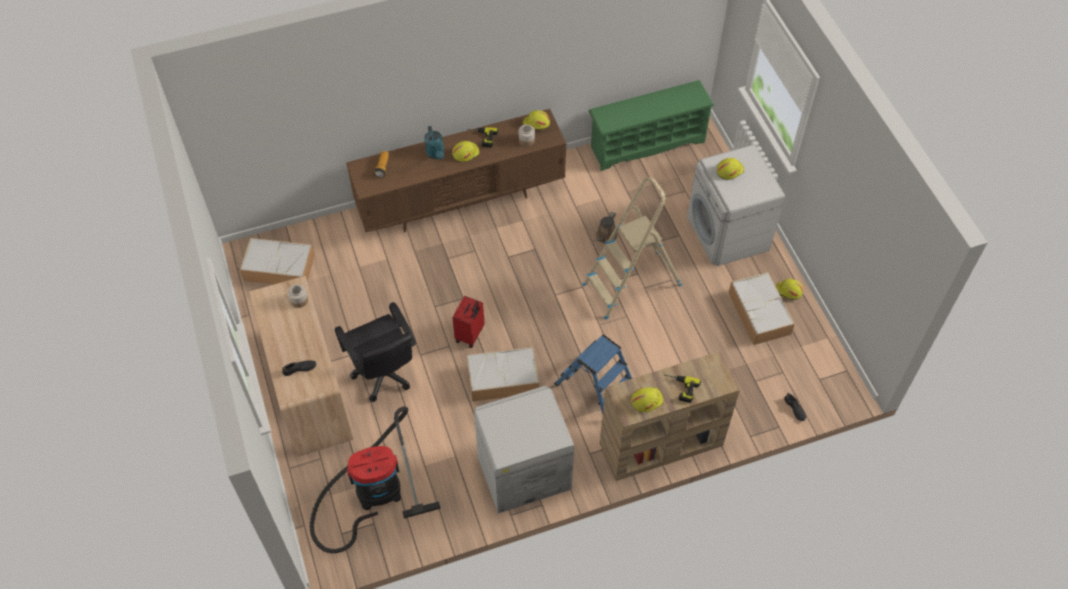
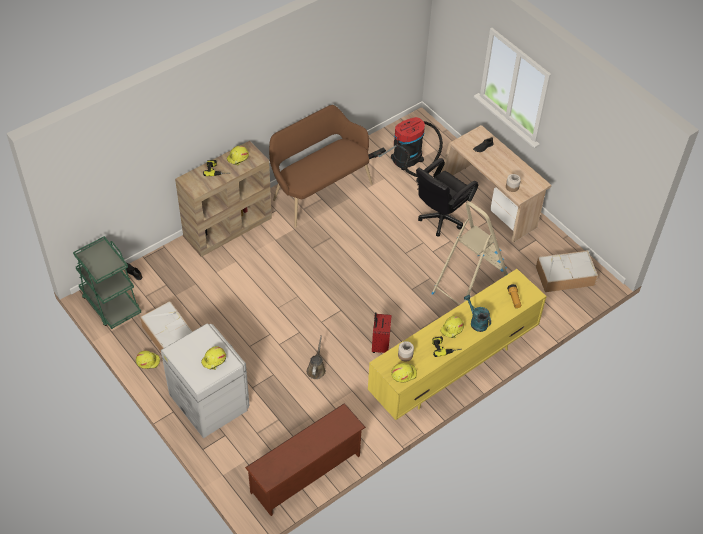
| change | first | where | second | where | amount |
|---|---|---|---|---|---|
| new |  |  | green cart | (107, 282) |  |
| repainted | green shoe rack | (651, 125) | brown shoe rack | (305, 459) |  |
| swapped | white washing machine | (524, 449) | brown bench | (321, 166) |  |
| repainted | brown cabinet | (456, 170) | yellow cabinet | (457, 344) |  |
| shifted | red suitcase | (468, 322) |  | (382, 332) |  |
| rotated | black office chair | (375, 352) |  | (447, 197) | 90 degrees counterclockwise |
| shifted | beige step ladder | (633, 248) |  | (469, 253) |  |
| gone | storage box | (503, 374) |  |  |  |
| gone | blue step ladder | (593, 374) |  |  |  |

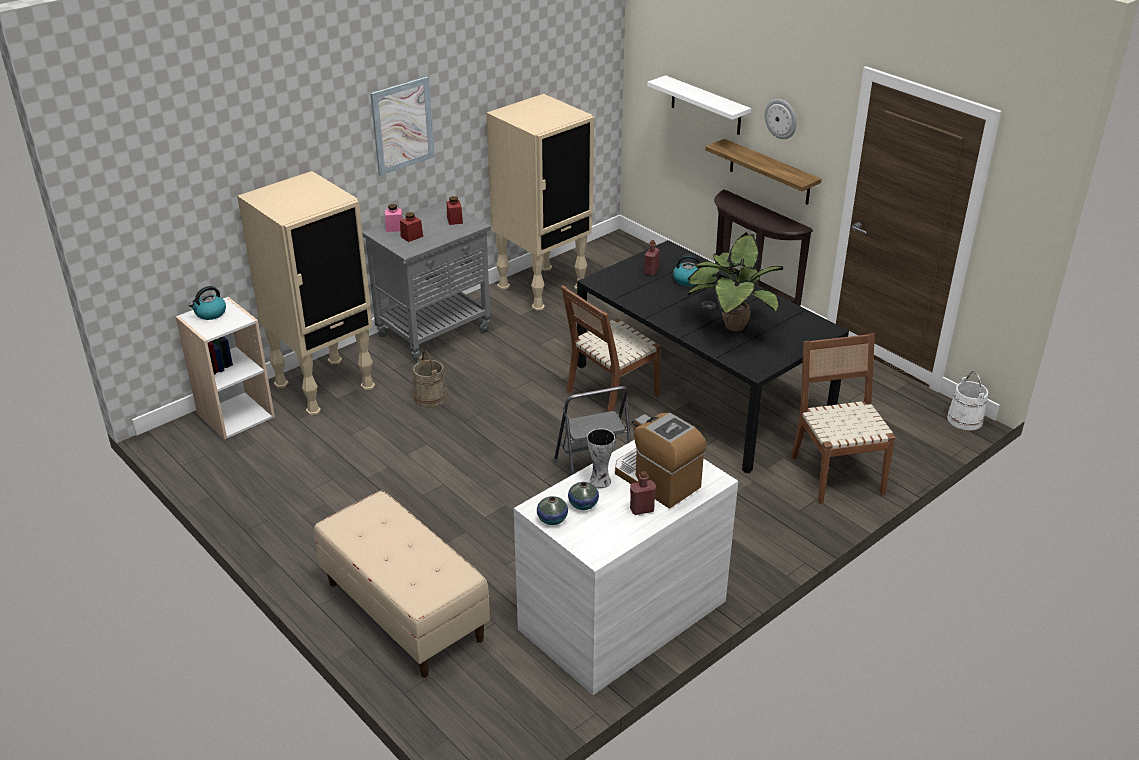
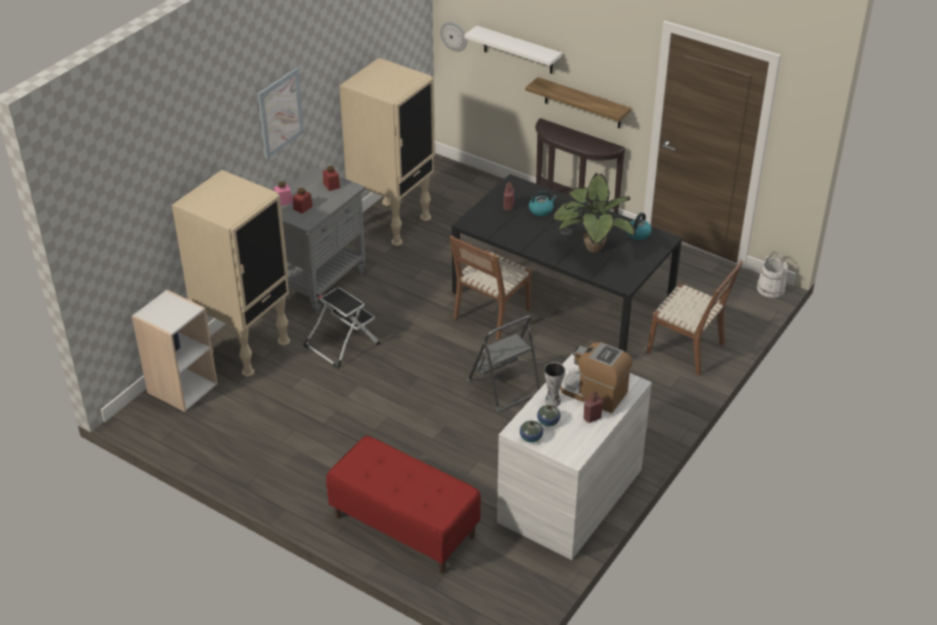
| change | first | where | second | where | amount |
|---|---|---|---|---|---|
| swapped | beige bucket | (430, 379) | step ladder | (342, 328) |  |
| repainted | beige bench | (402, 584) | red bench | (403, 504) |  |
| shifted | wall clock | (781, 119) |  | (453, 36) |  |
| shifted | kettle | (207, 303) |  | (639, 226) |  |
| rotated | chair | (843, 418) |  | (695, 318) | 150 degrees clockwise |

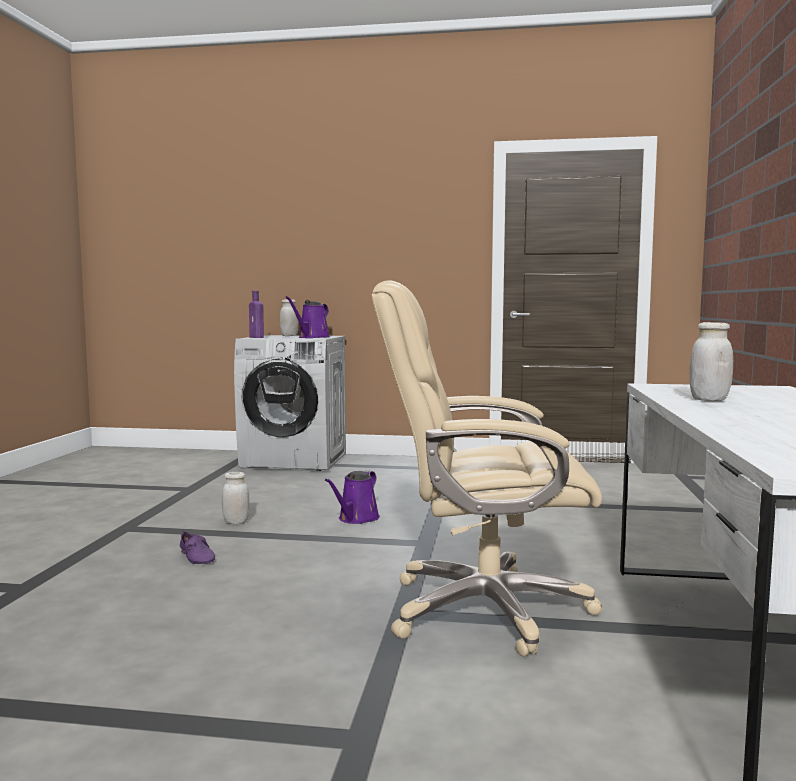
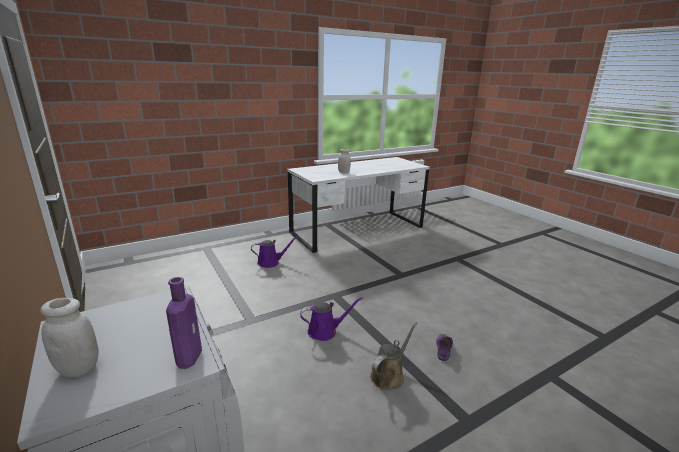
| change | first | where | second | where | amount |
|---|---|---|---|---|---|
| shifted | purple watering can | (308, 317) |  | (274, 252) |  |
| swapped | white jar | (236, 498) | brown watering can | (393, 356) |  |
| gone | beige office chair | (487, 469) |  |  |  |

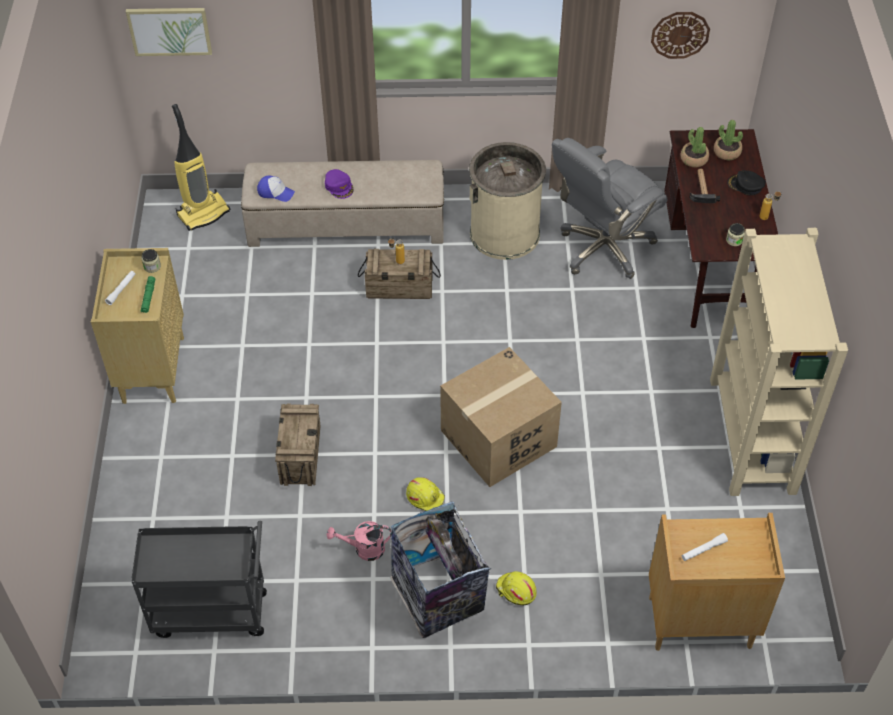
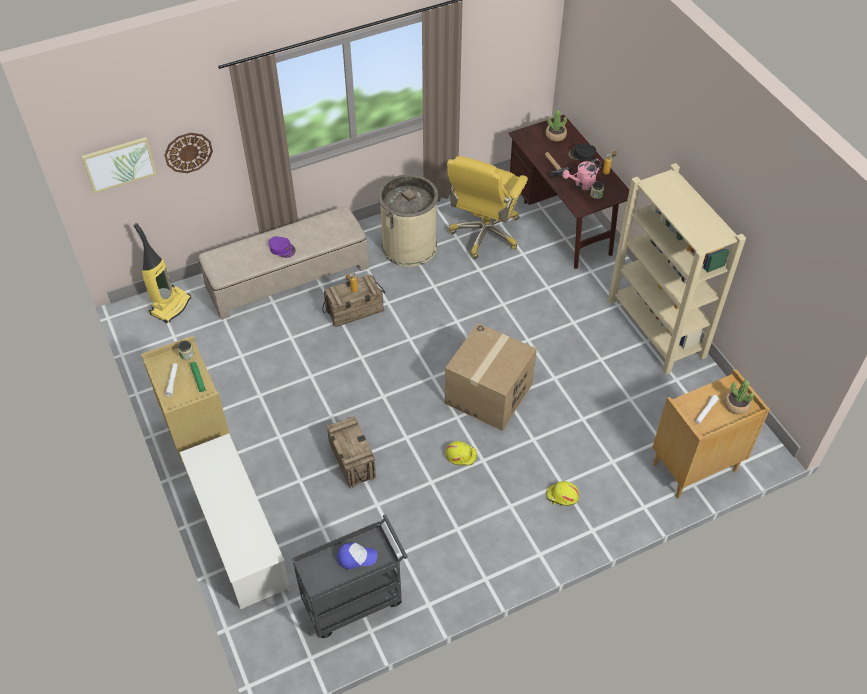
| change | first | where | second | where | amount |
|---|---|---|---|---|---|
| shifted | wall clock | (680, 35) |  | (188, 153) |  |
| new |  |  | white shoe rack | (235, 521) |  |
| shifted | cap | (276, 188) |  | (357, 556) |  |
| repainted | grey office chair | (609, 208) | yellow office chair | (487, 207) |  |
| shifted | pink watering can | (359, 541) |  | (581, 174) |  |
| shifted | potted plant | (694, 147) |  | (739, 397) |  |
| gone | trash can | (440, 569) |  |  |  |

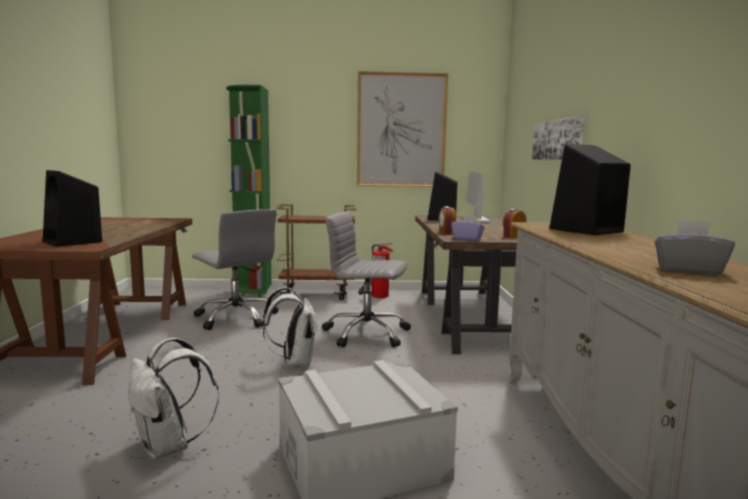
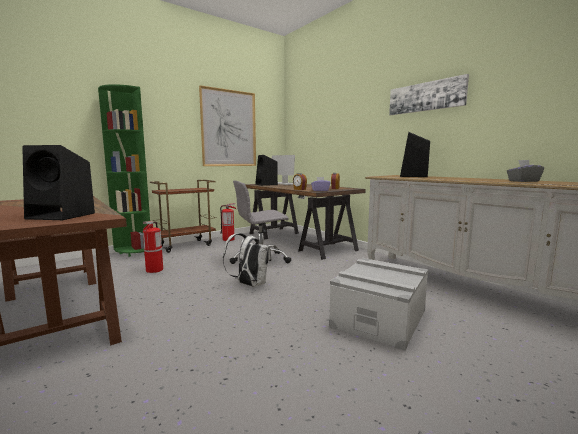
| change | first | where | second | where | amount |
|---|---|---|---|---|---|
| swapped | grey office chair | (235, 269) | fire extinguisher | (153, 247) |  |
| shifted | picture | (558, 137) |  | (429, 94) |  |
| gone | white backpack | (173, 399) |  |  |  |

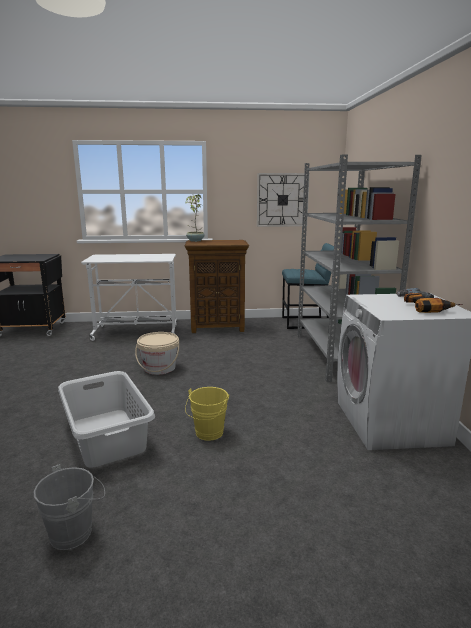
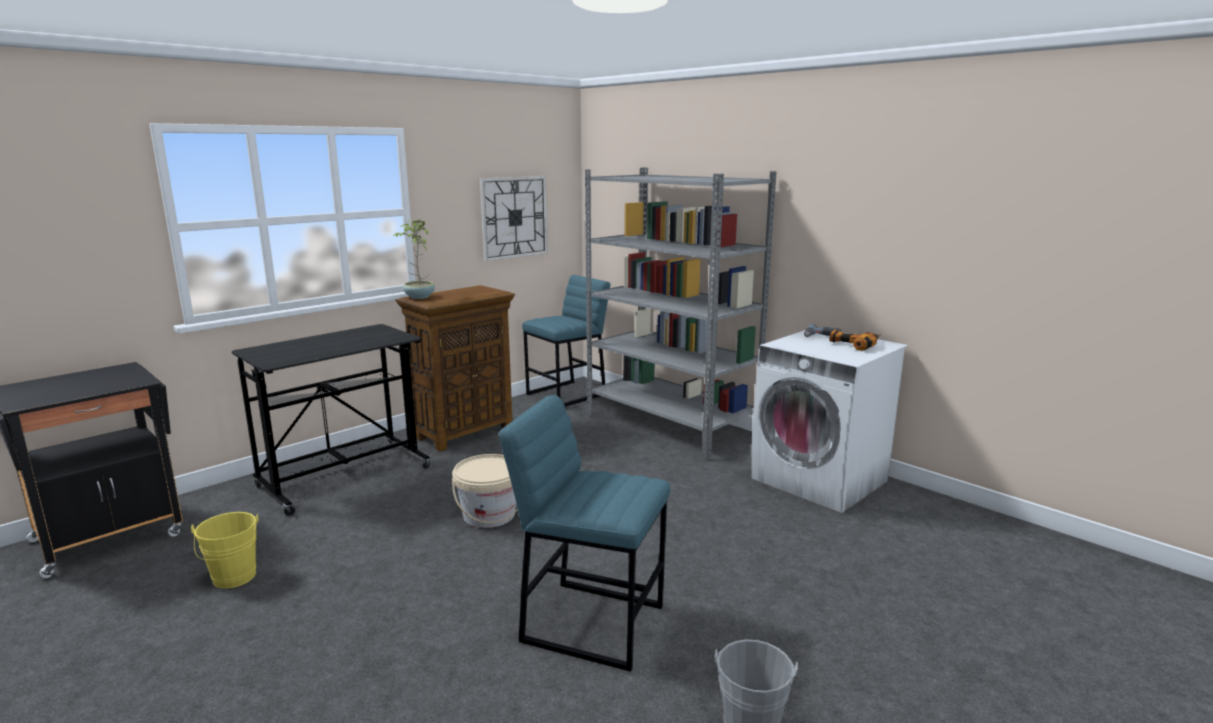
| change | first | where | second | where | amount |
|---|---|---|---|---|---|
| shifted | yellow bucket | (207, 414) |  | (225, 550) |  |
| repainted | white desk | (129, 297) | black desk | (331, 420) |  |
| swapped | grey laundry basket | (106, 419) | blue stool | (584, 533) |  |

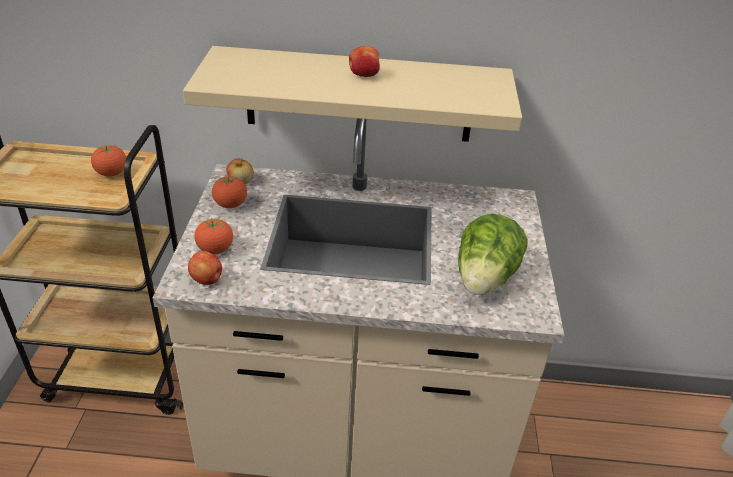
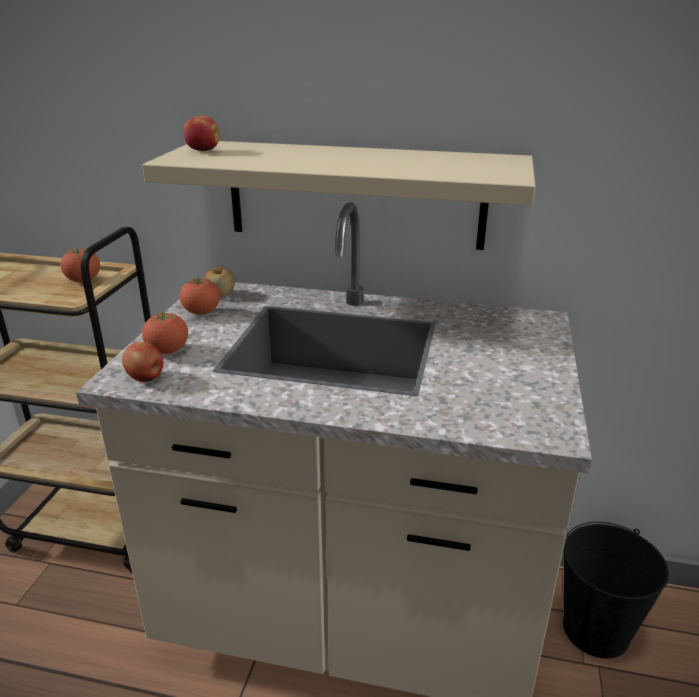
| change | first | where | second | where | amount |
|---|---|---|---|---|---|
| shifted | apple | (364, 61) |  | (201, 133) |  |
| new |  |  | black bucket | (616, 590) |  |
| gone | lettuce | (493, 254) |  |  |  |

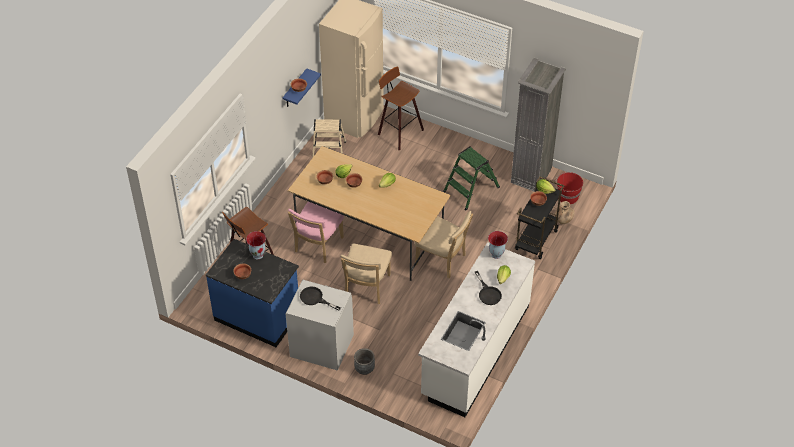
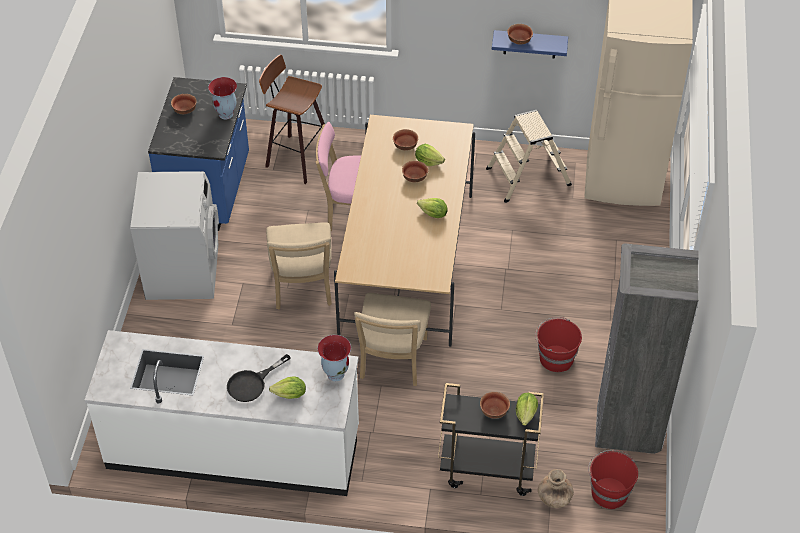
| change | first | where | second | where | amount |
|---|---|---|---|---|---|
| rotated | beige chair | (366, 274) |  | (299, 265) | 90 degrees counterclockwise |
| swapped | green step ladder | (471, 179) | red bucket | (558, 344) |  |
| gone | black frying pan | (320, 299) |  |  |  |
| gone | grey planter | (364, 361) |  |  |  |
| gone | stool | (401, 108) |  |  |  |

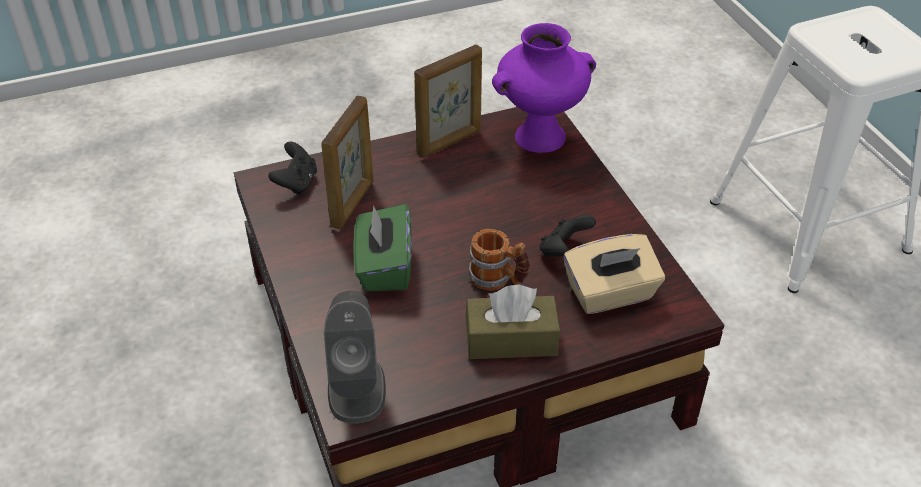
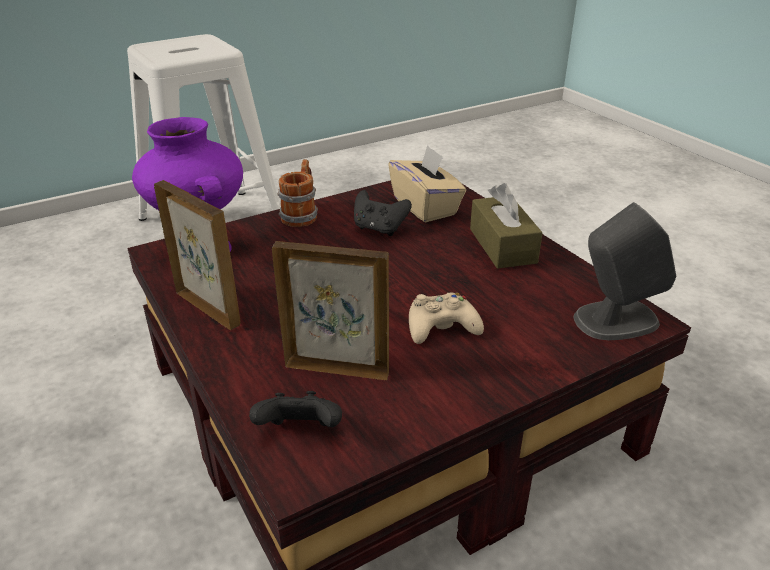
| change | first | where | second | where | amount |
|---|---|---|---|---|---|
| shifted | mug | (499, 260) |  | (297, 193) |  |
| swapped | green tissue box | (383, 247) | beige game controller | (446, 318) |  |

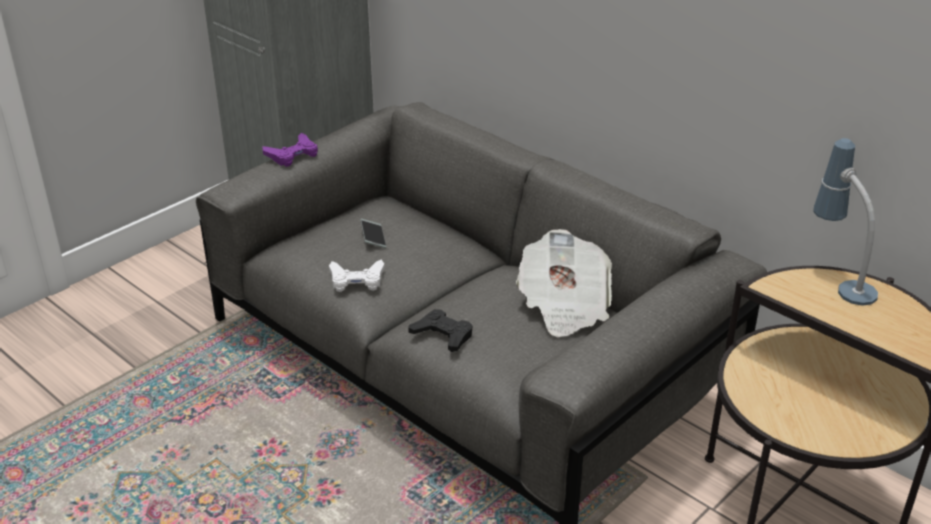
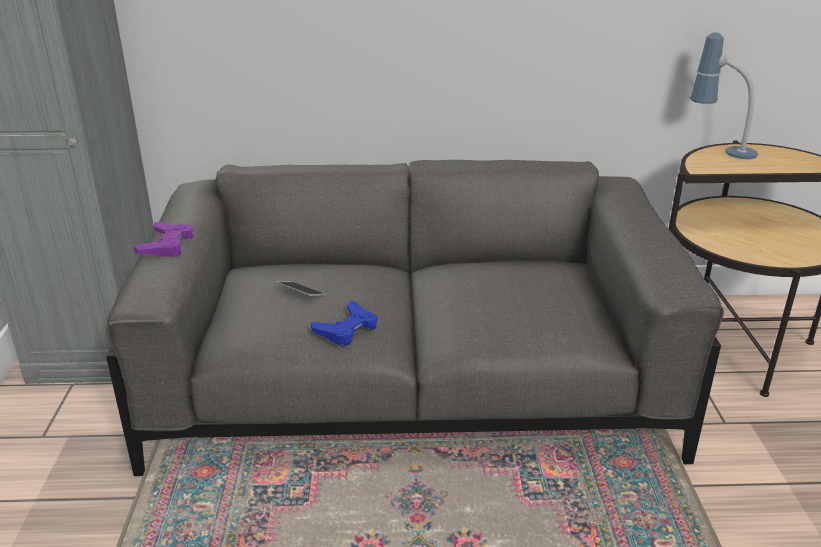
| change | first | where | second | where | amount |
|---|---|---|---|---|---|
| repainted | white game controller | (356, 276) | blue game controller | (344, 323) |  |
| gone | black game controller | (440, 330) |  |  |  |
| gone | newspaper | (564, 283) |  |  |  |

